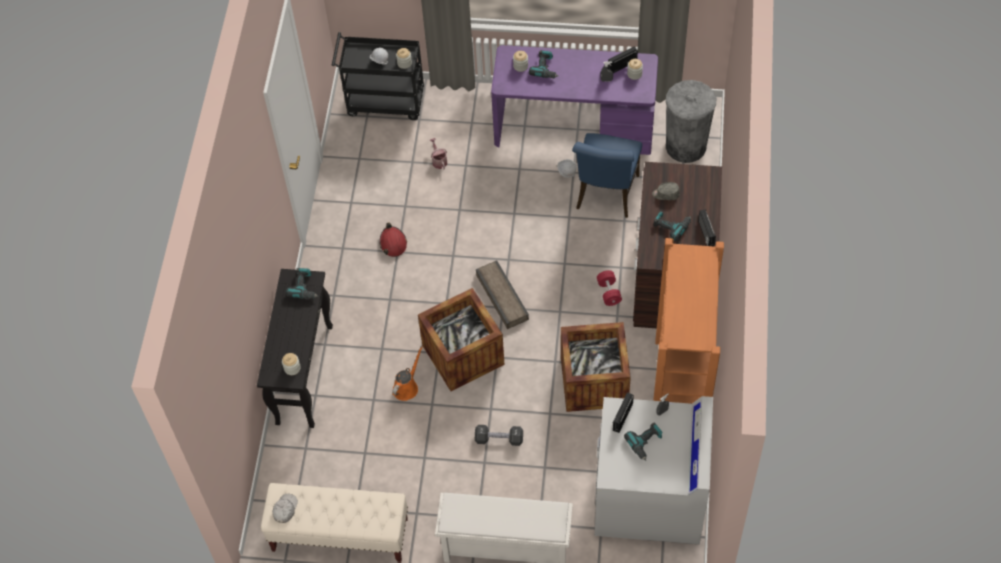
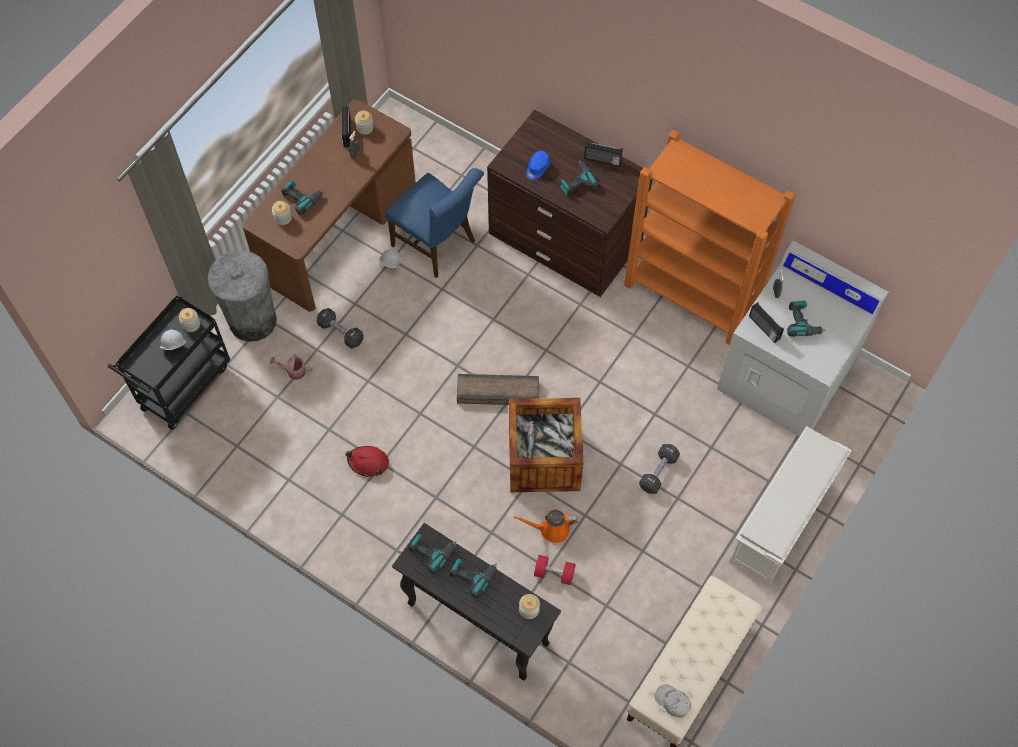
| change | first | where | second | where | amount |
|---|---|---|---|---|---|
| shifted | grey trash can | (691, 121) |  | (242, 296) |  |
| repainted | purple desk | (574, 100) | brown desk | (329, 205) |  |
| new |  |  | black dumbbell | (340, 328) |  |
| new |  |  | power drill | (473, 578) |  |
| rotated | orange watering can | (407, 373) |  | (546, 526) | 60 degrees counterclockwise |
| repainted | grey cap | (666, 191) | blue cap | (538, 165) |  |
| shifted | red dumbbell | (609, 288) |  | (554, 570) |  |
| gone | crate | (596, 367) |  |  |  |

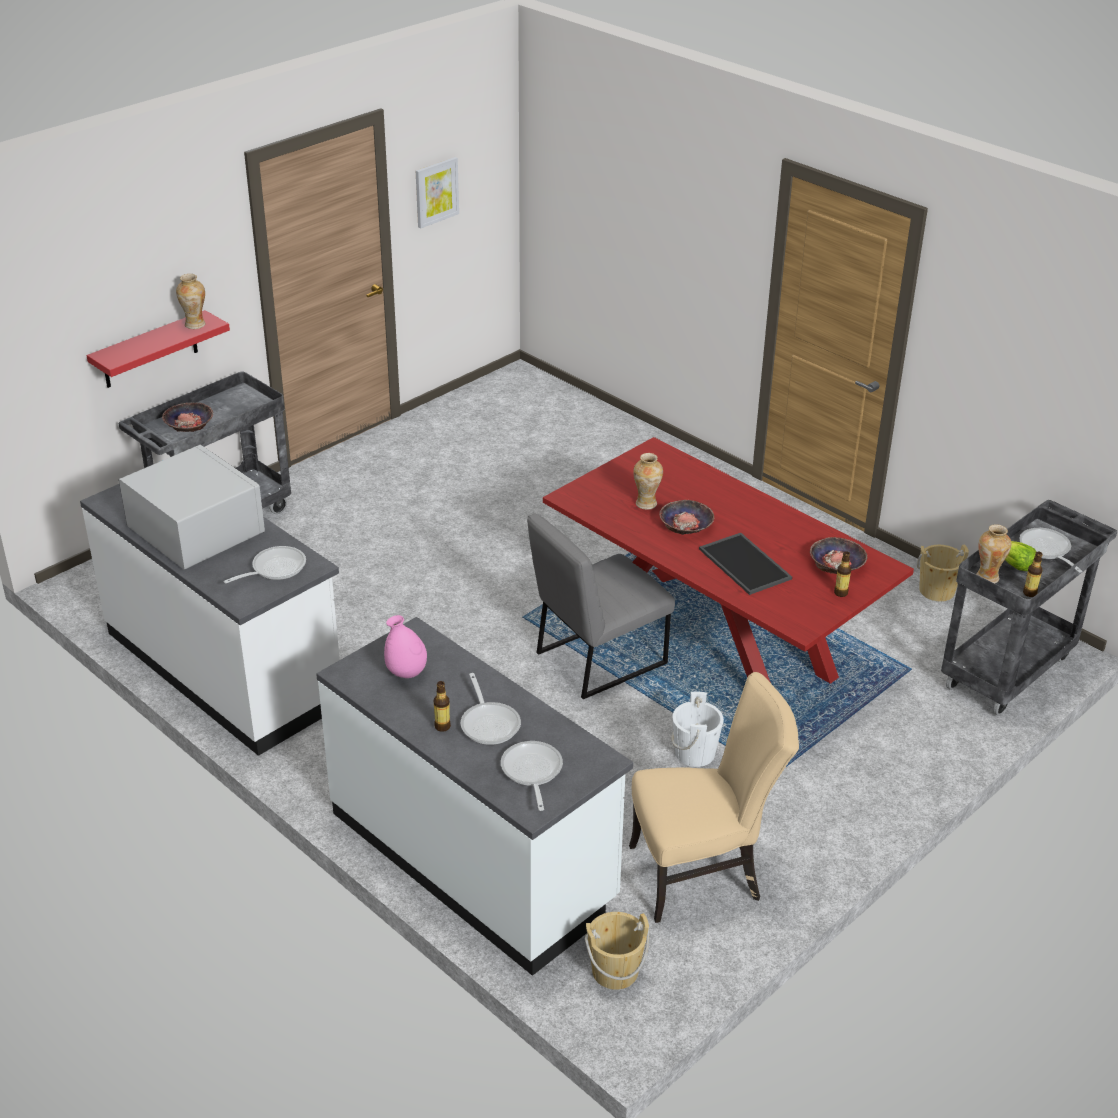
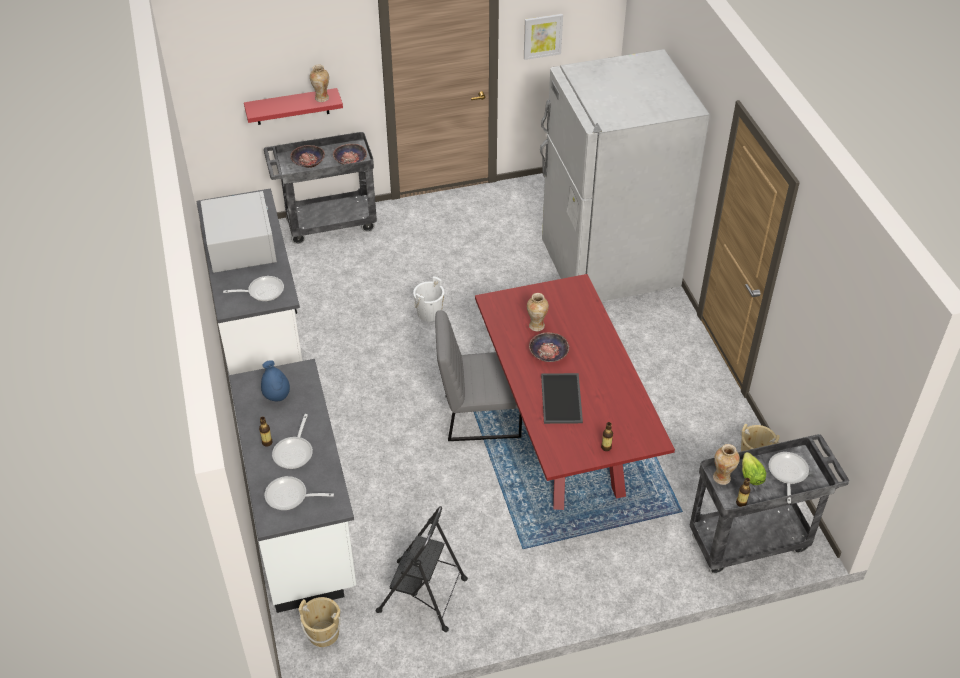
| change | first | where | second | where | amount |
|---|---|---|---|---|---|
| repainted | pink vase | (405, 646) | blue vase | (275, 381) |  |
| rotated | frying pan | (532, 776) |  | (299, 493) | 105 degrees counterclockwise |
| shifted | bowl | (839, 555) |  | (350, 154) |  |
| swapped | beige chair | (714, 797) | black step ladder | (422, 569) |  |
| shifted | white bucket | (697, 729) |  | (428, 298) |  |
| new |  |  | white fridge | (625, 175) |  |

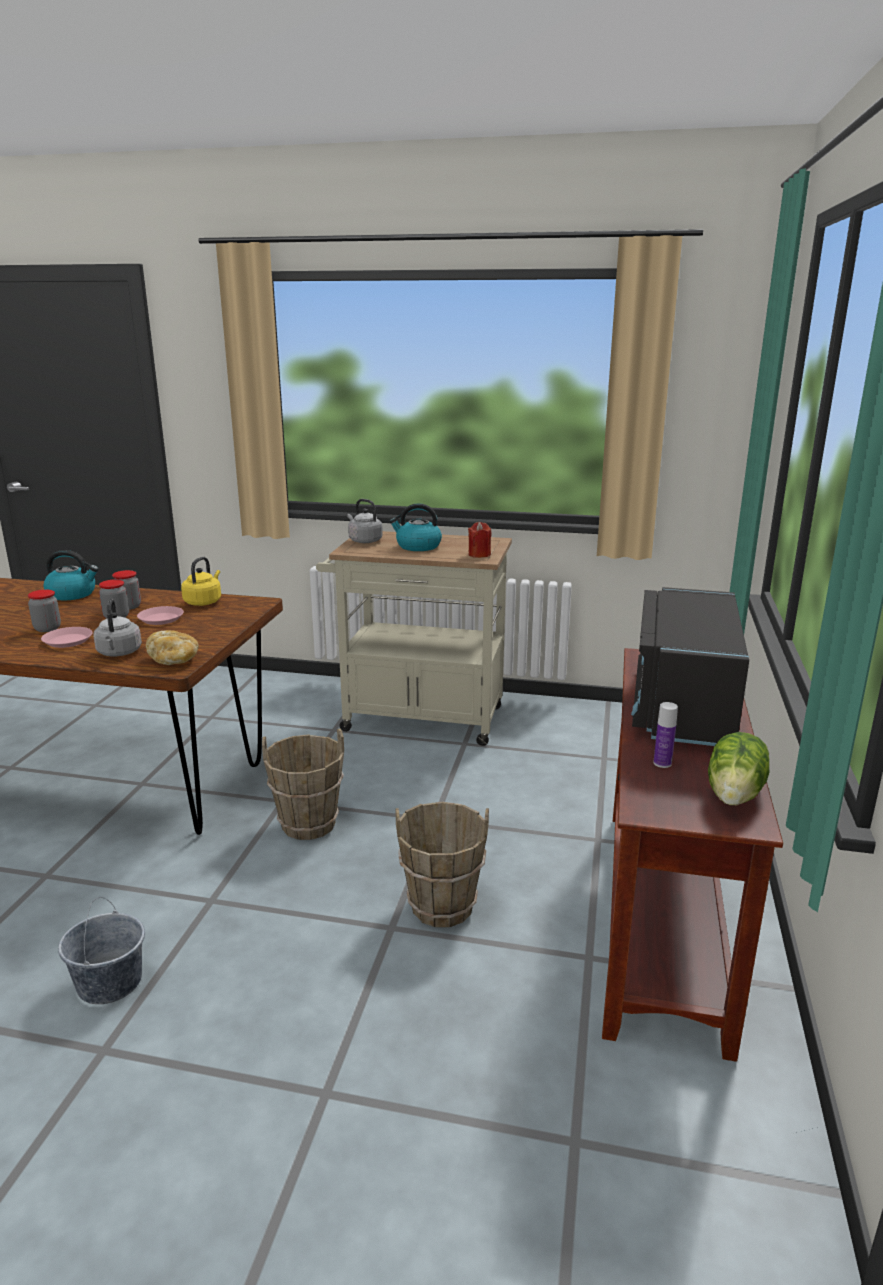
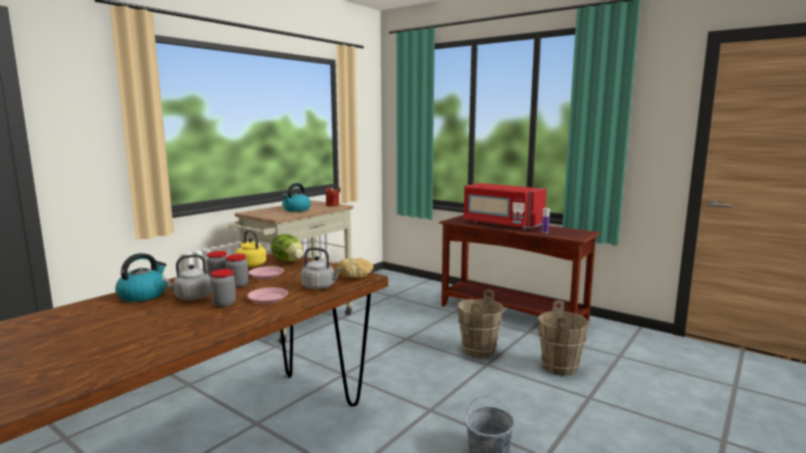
| change | first | where | second | where | amount |
|---|---|---|---|---|---|
| shifted | grey kettle | (365, 521) |  | (186, 277) |  |
| shifted | lettuce | (738, 769) |  | (287, 248) |  |
| repainted | black microwave | (690, 666) | red microwave | (505, 206) |  |
| shifted | brown bucket | (303, 784) |  | (563, 338) |  |

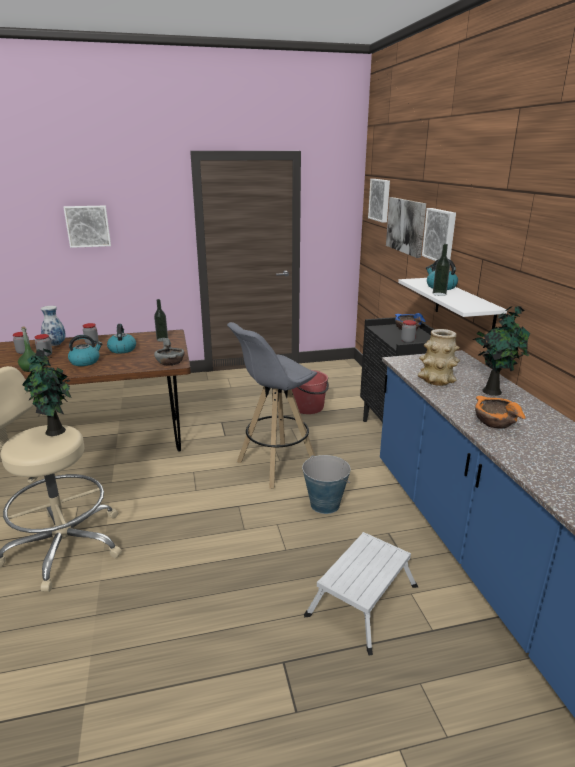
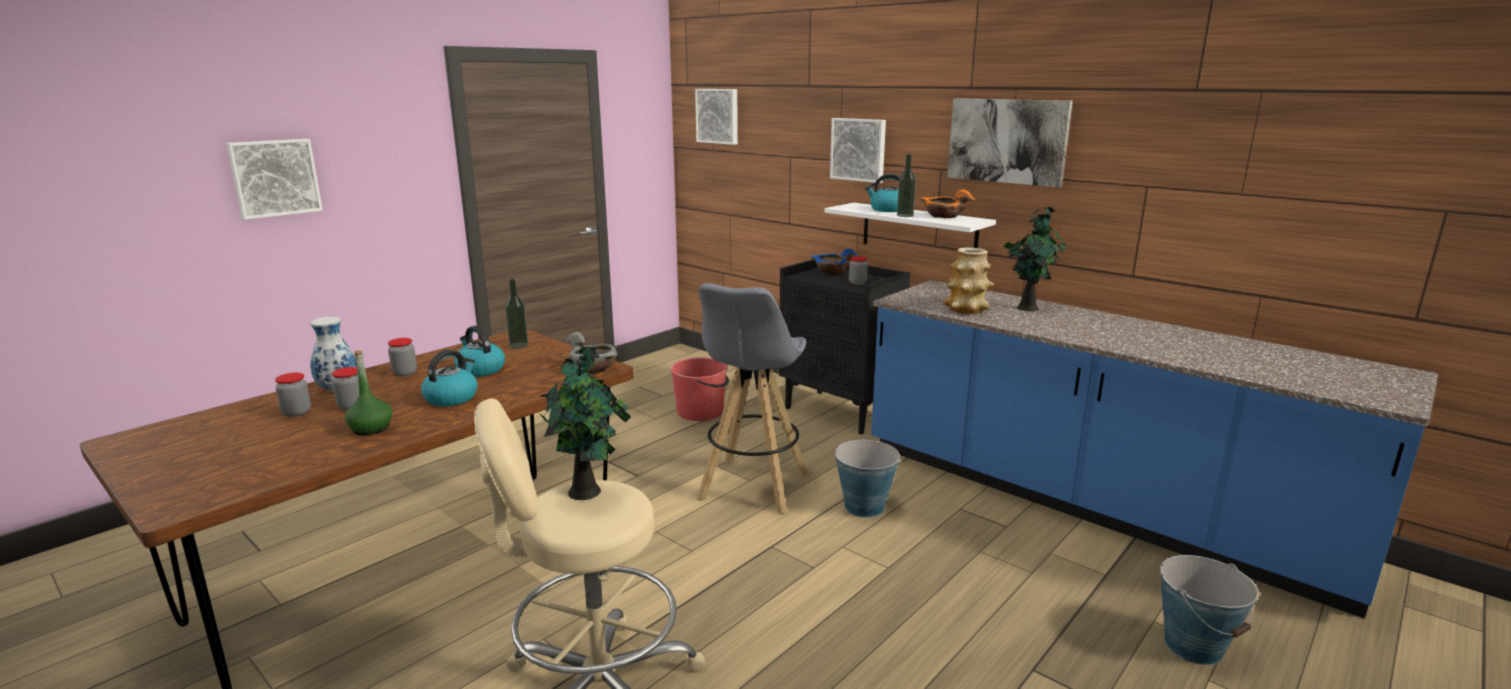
| change | first | where | second | where | amount |
|---|---|---|---|---|---|
| shifted | orange bowl | (500, 412) |  | (947, 204) |  |
| shifted | picture | (406, 227) |  | (1010, 143) |  |
| new |  |  | bucket | (1209, 610) |  |
| gone | white step ladder | (361, 593) |  |  |  |

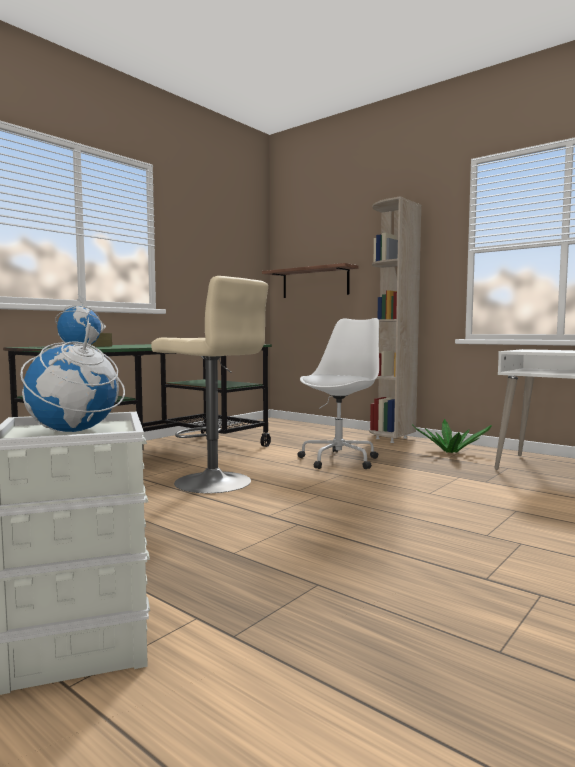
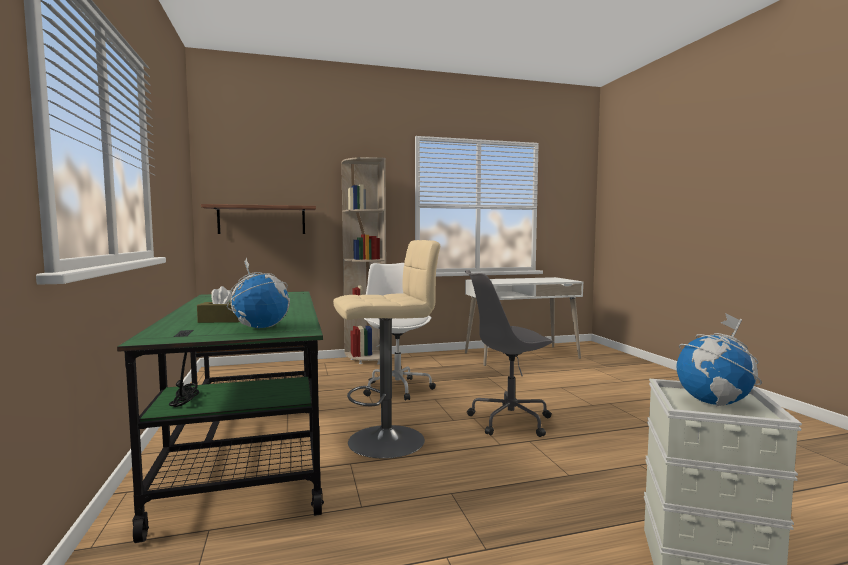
| change | first | where | second | where | amount |
|---|---|---|---|---|---|
| new |  |  | grey office chair | (509, 353) |  |
| gone | potted plant | (452, 436) |  |  |  |

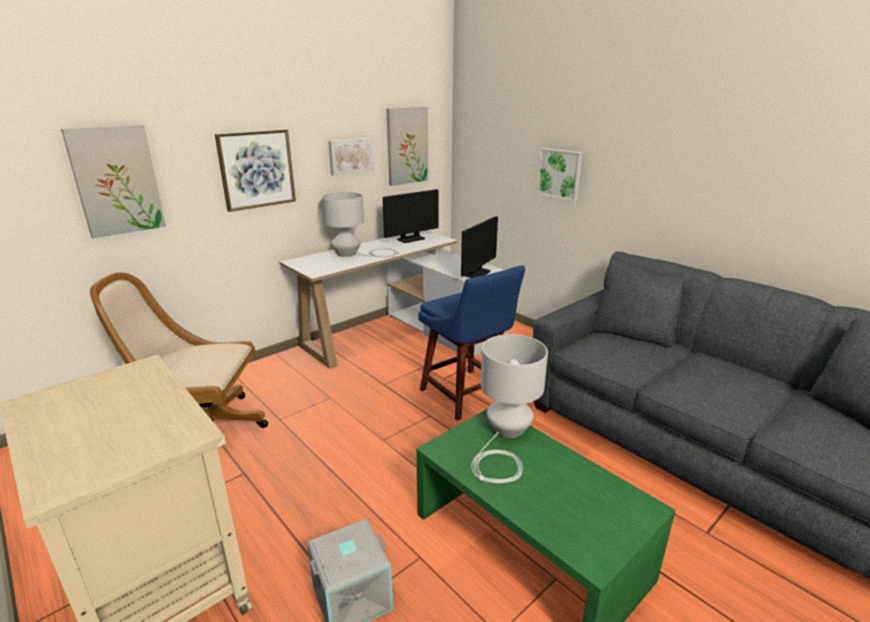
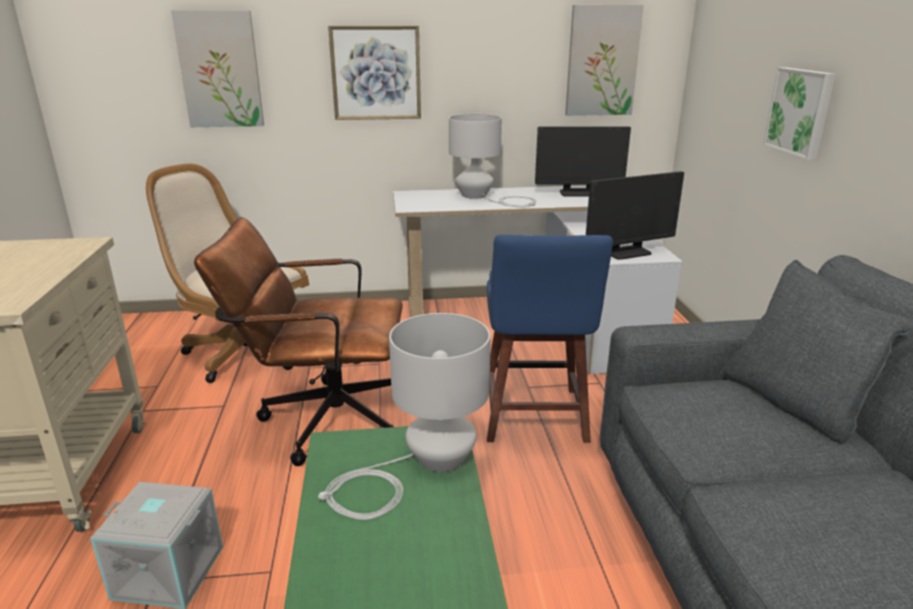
| change | first | where | second | where | amount |
|---|---|---|---|---|---|
| new |  |  | brown office chair | (298, 341) |  |
| gone | picture | (351, 157) |  |  |  |

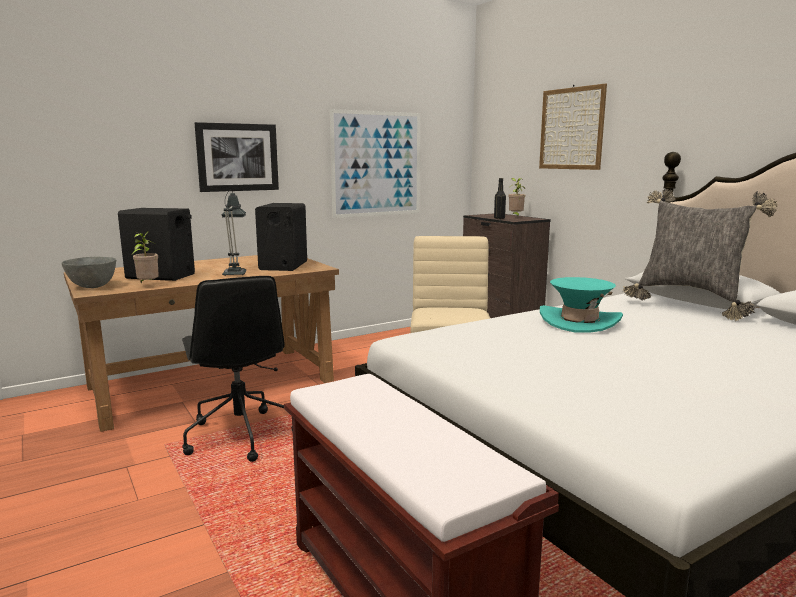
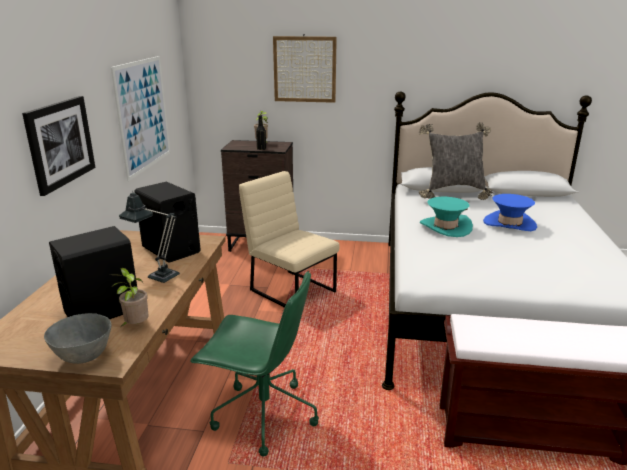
| change | first | where | second | where | amount |
|---|---|---|---|---|---|
| repainted | black office chair | (237, 369) | green office chair | (254, 363) |  |
| new |  |  | blue hat | (510, 212) |  |

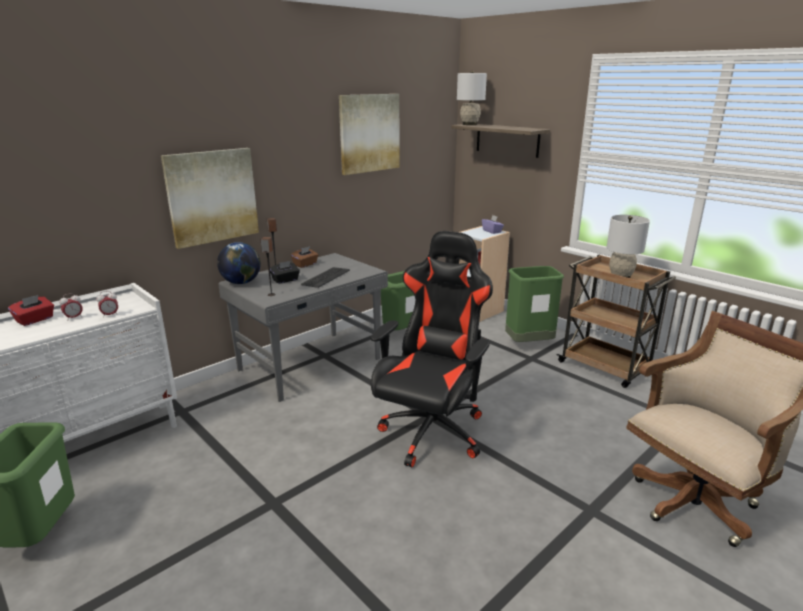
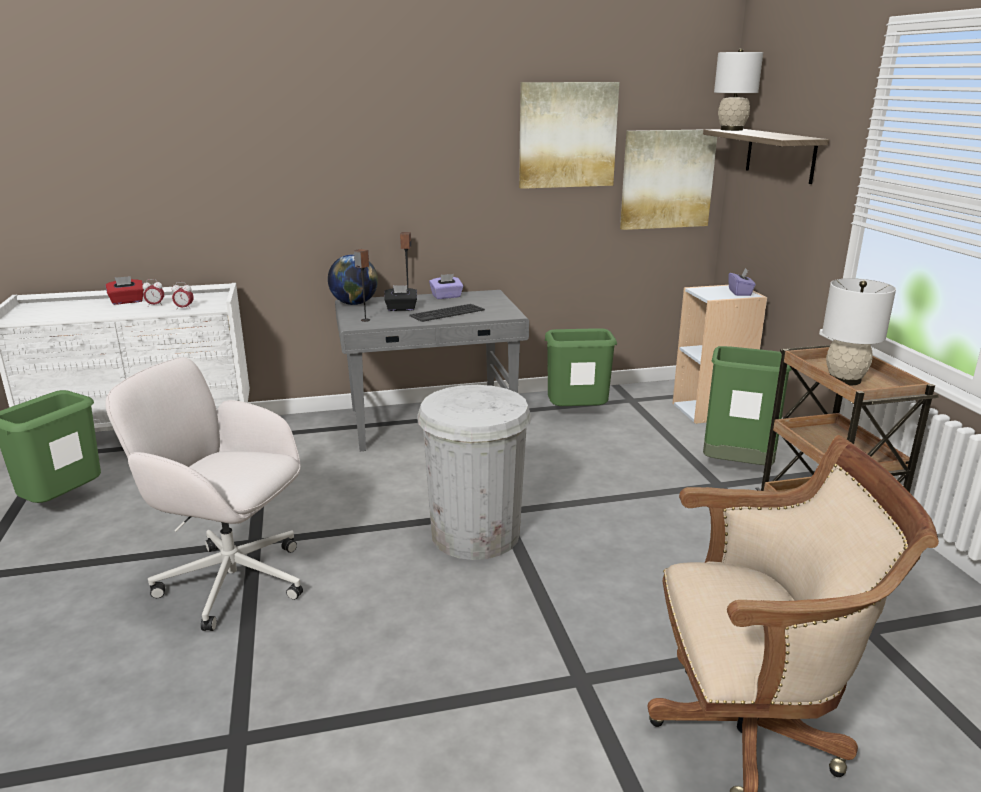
| change | first | where | second | where | amount |
|---|---|---|---|---|---|
| new |  |  | white office chair | (204, 494) |  |
| swapped | black office chair | (431, 349) | white trash can | (474, 472) |  |
| repainted | brown tissue box | (304, 257) | purple tissue box | (446, 286) |  |
| shifted | picture | (210, 198) |  | (668, 180) |  |

